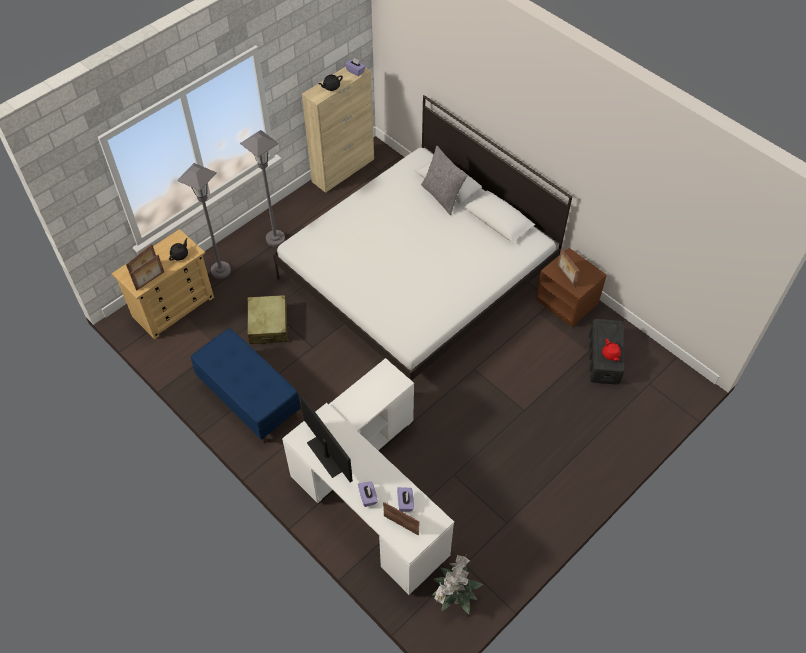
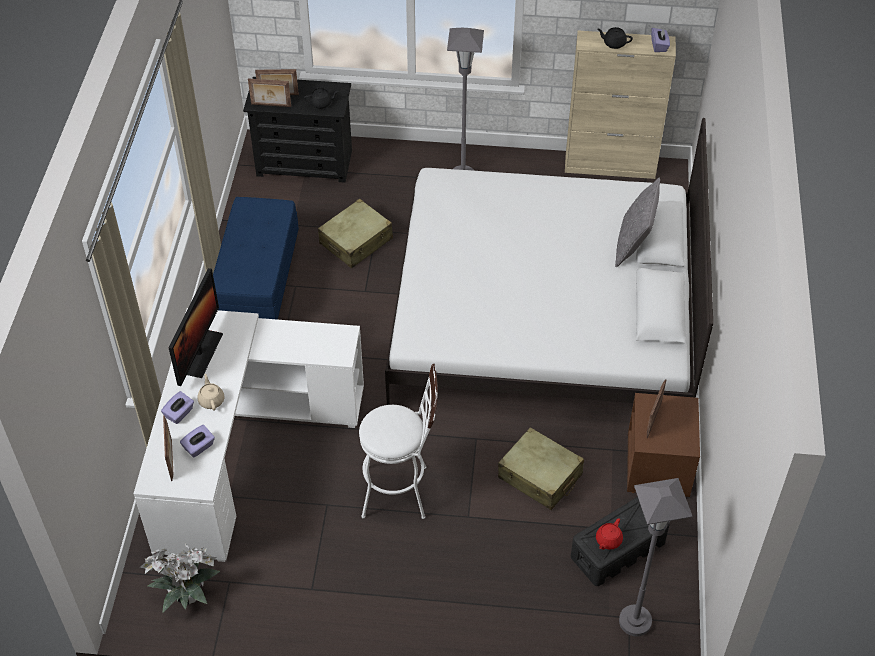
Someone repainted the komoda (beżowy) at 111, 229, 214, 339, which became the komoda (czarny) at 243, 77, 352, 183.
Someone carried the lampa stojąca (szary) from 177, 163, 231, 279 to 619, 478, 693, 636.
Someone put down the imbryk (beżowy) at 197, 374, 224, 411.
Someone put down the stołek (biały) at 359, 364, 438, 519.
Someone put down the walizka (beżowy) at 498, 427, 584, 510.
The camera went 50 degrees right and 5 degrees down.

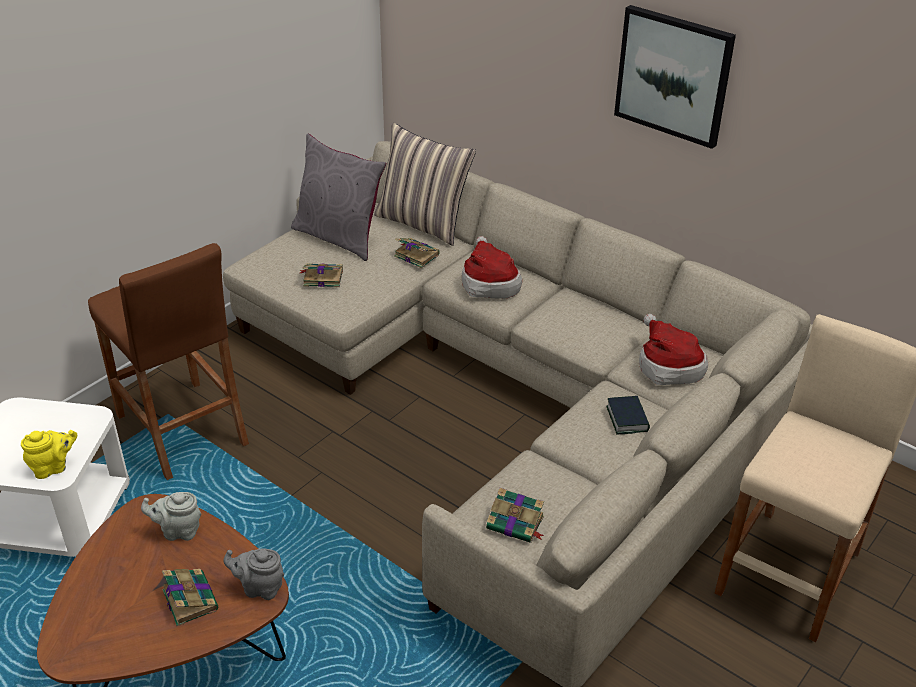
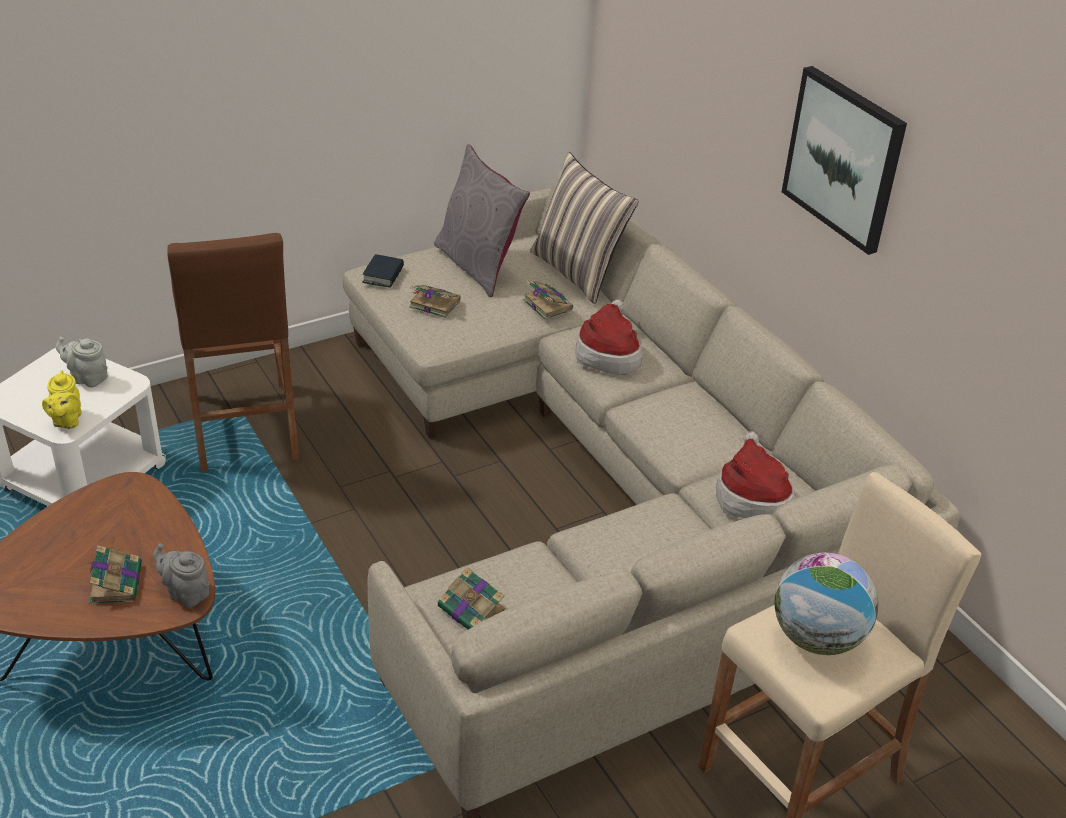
Someone rotated the imbryk (żółty) at 21, 430, 77, 479 by 90 degrees clockwise.
Someone carried the imbryk (szary) from 141, 492, 201, 541 to 56, 337, 108, 388.
Someone carried the książka from 606, 396, 650, 434 to 362, 254, 404, 288.
Someone put down the globus at 774, 553, 878, 655.
The camera went 20 degrees right and 0 degrees up.

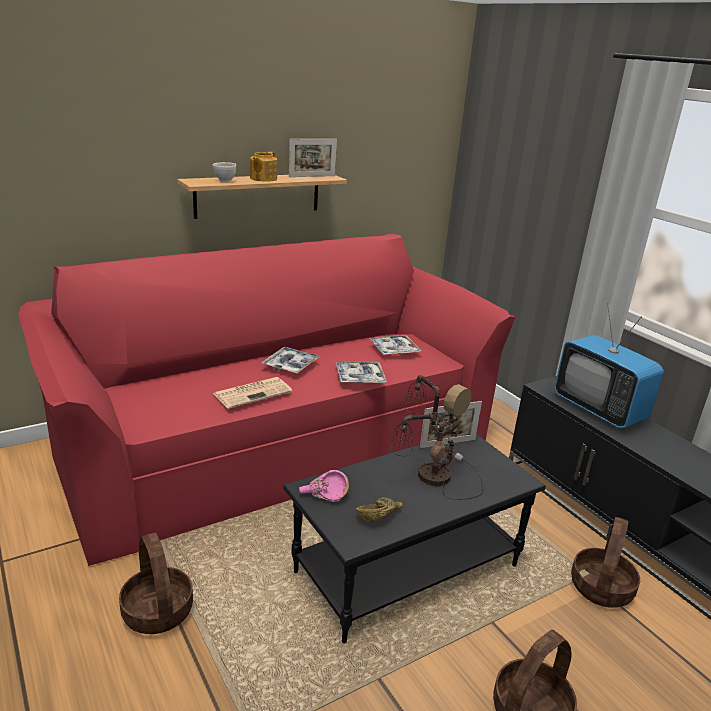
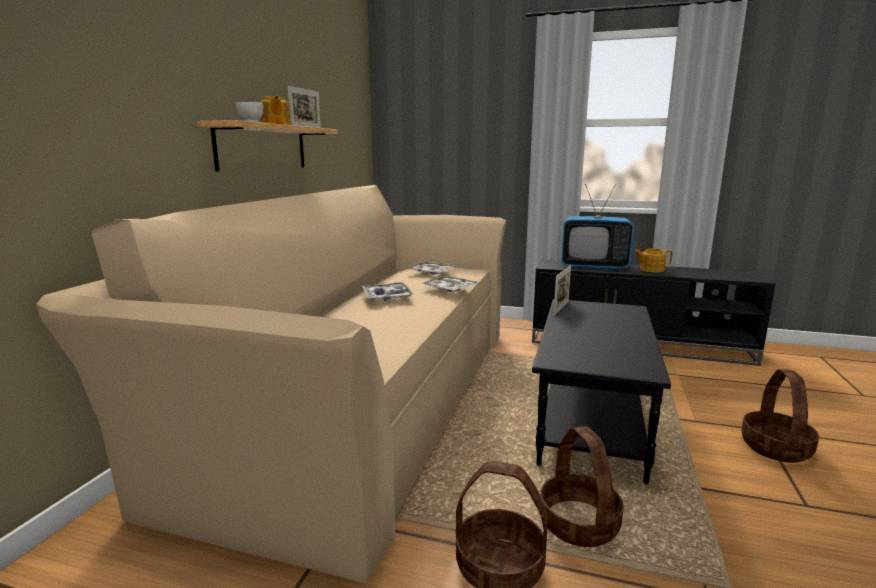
Someone repainted the kanapa (czerwony) at 18, 233, 515, 566, which became the kanapa (beżowy) at 36, 185, 506, 584.
Someone took away the gazeta at 213, 377, 292, 409.
Someone took away the miska (różowy) at 299, 470, 349, 502.
Someone took away the miska (brązowy) at 356, 497, 403, 522.
Someone took away the lampa stołowa at 390, 375, 483, 500.
Someone carried the koszyk from 571, 517, 640, 608 to 540, 426, 624, 547.
Someone put down the imbryk at 634, 248, 673, 273.
The camera went 40 degrees left and 10 degrees down.

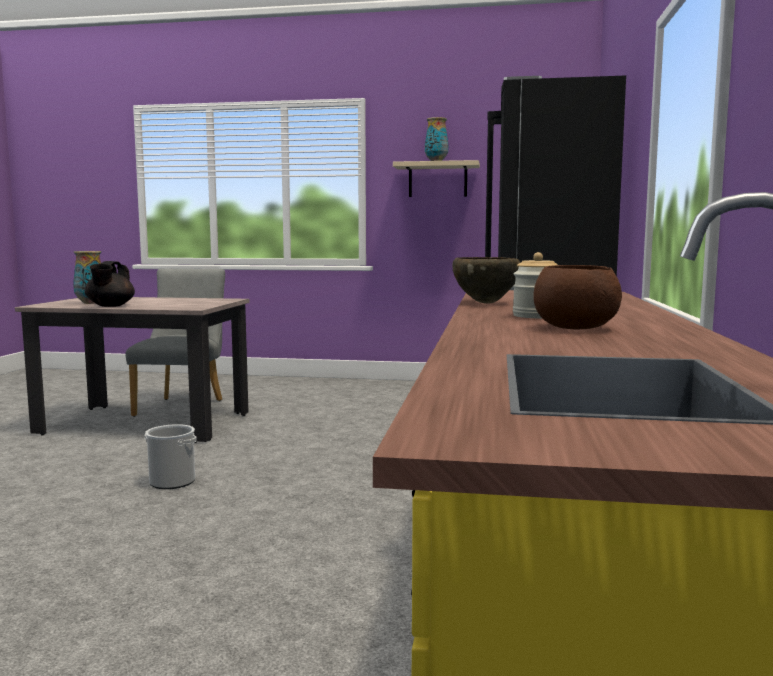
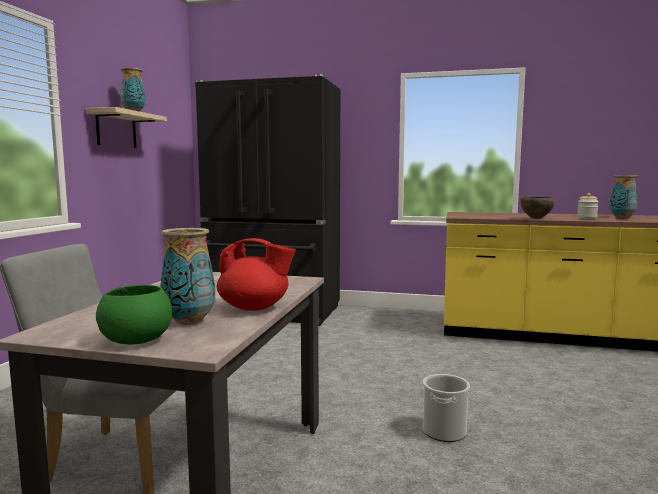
Someone repainted the imbryk (czarny) at 85, 261, 135, 307, which became the imbryk (czerwony) at 217, 238, 296, 311.
Someone swapped the miska (brązowy) at 533, 265, 622, 330 for the wazon at 609, 175, 638, 218.
Someone put down the miska (zielony) at 96, 285, 172, 344.
The camera went 85 degrees left and 0 degrees up.

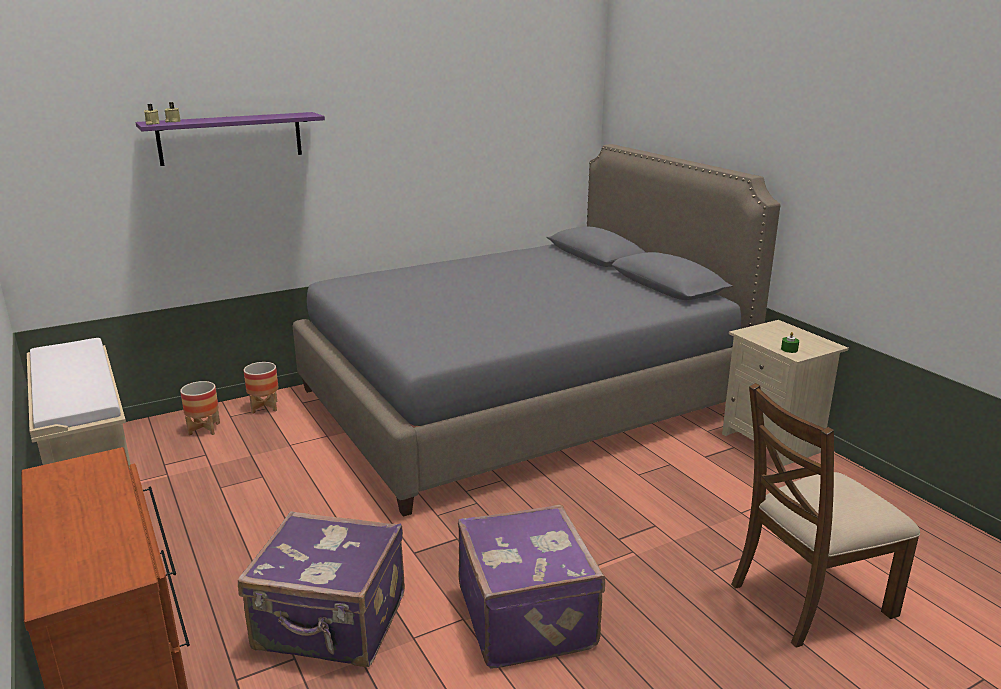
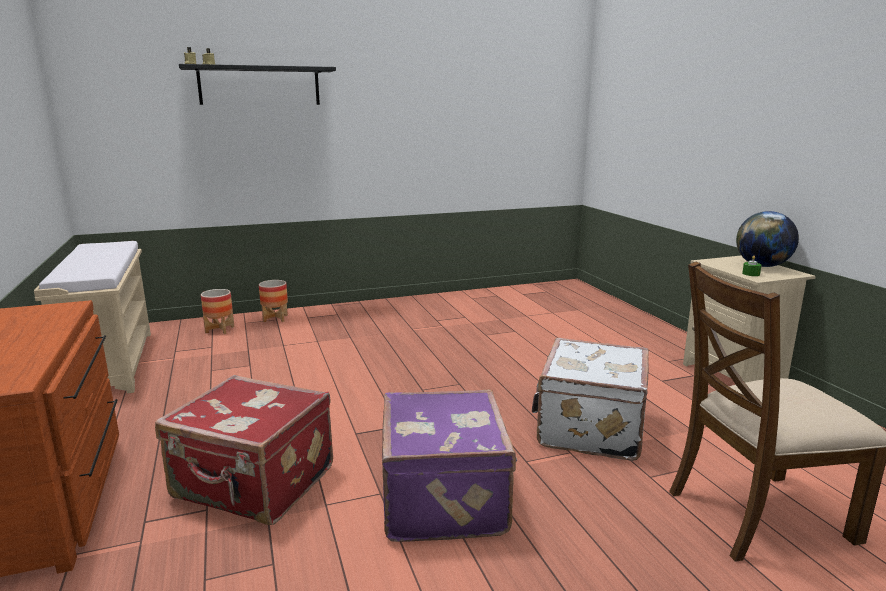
Someone repainted the półka (fioletowy) at 135, 112, 325, 166, which became the półka (czarny) at 179, 64, 336, 105.
Someone repainted the walizka (fioletowy) at 238, 511, 405, 667, which became the walizka (czerwony) at 155, 375, 333, 525.
Someone took away the łóżko (szary) at 293, 144, 780, 517.
Someone put down the walizka (biały) at 532, 338, 649, 461.
Someone put down the globus at 736, 211, 799, 267.
The camera went 10 degrees right and 5 degrees down.

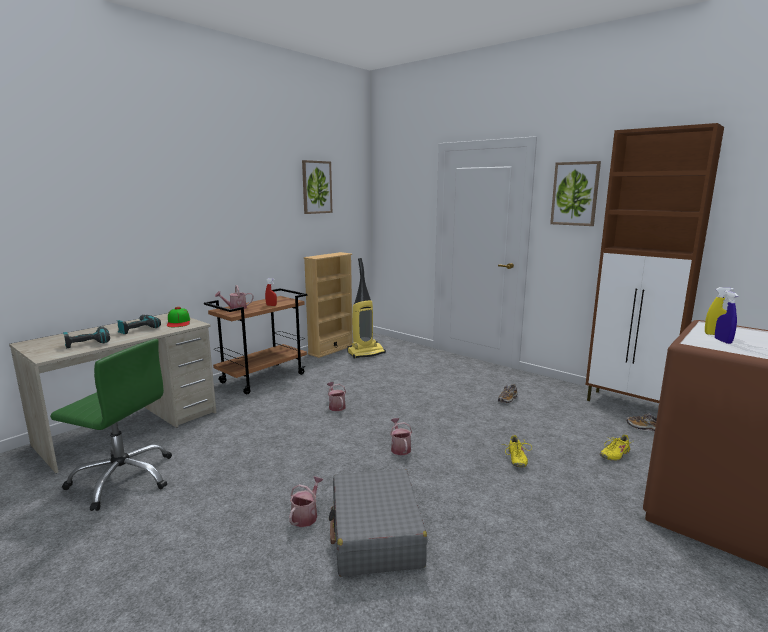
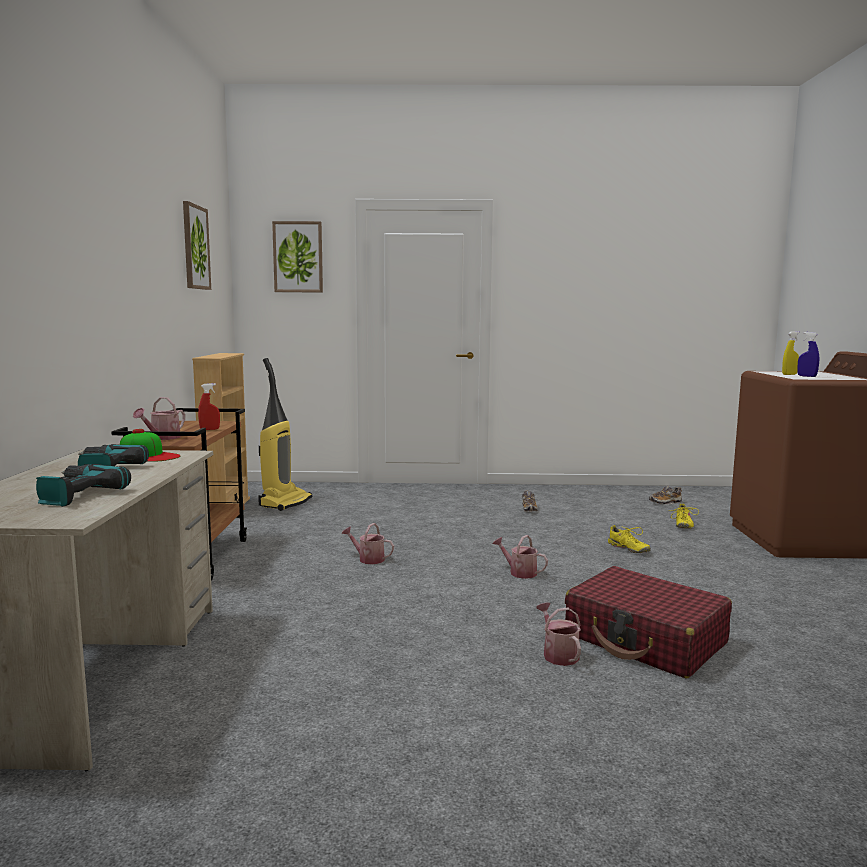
Someone took away the krzesło biurowe (zielony) at 50, 339, 172, 511.
Someone repainted the walizka (szary) at 329, 469, 428, 577, which became the walizka (czerwony) at 565, 566, 732, 679.
Someone carried the obraz from 550, 161, 601, 226 to 272, 221, 323, 293.
Someone took away the szafka (brązowy) at 586, 123, 724, 403.
The camera went 40 degrees left and 5 degrees down.

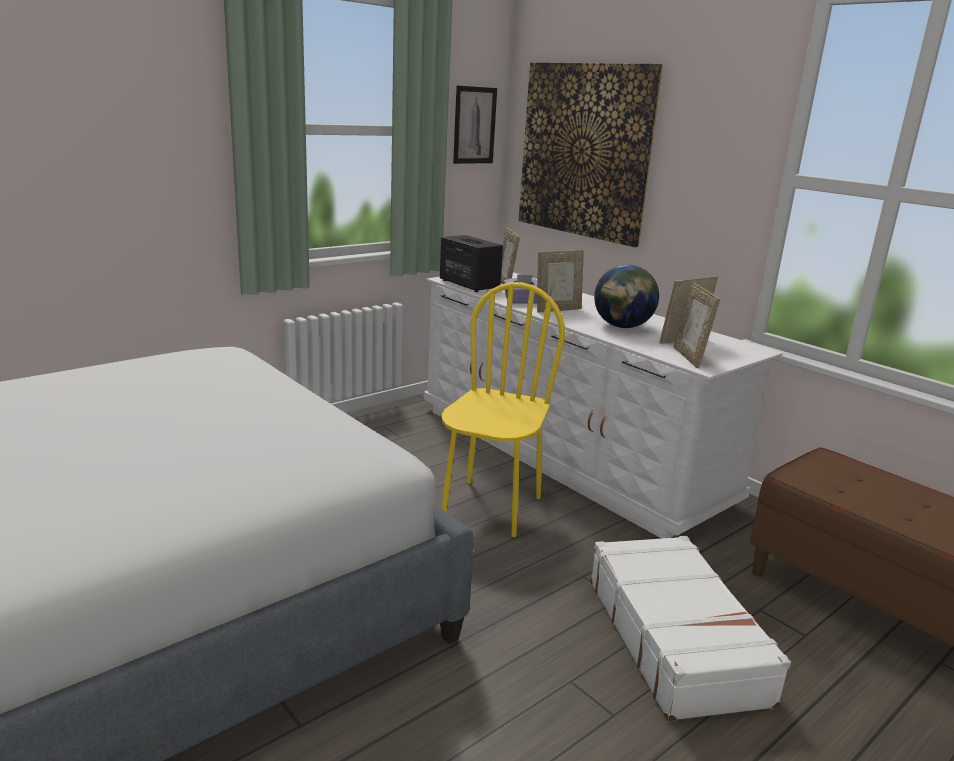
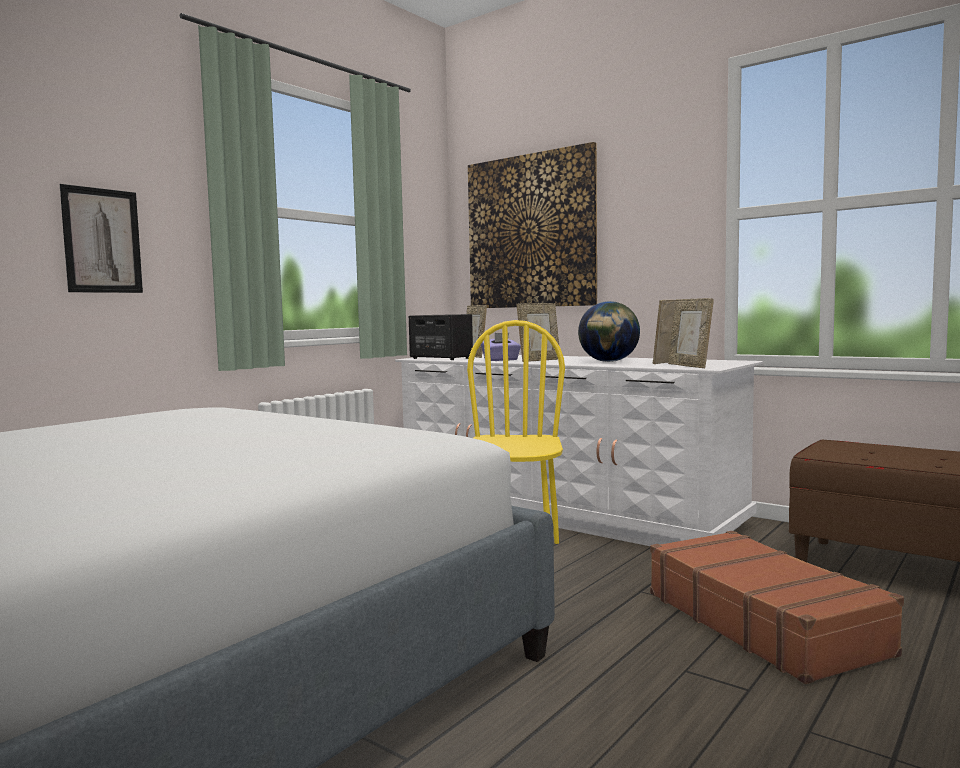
Someone carried the obraz from 453, 85, 497, 164 to 60, 184, 143, 293.
Someone repainted the walizka (biały) at 590, 536, 791, 721, which became the walizka (brązowy) at 650, 531, 904, 684.
The camera went 10 degrees left and 15 degrees down.

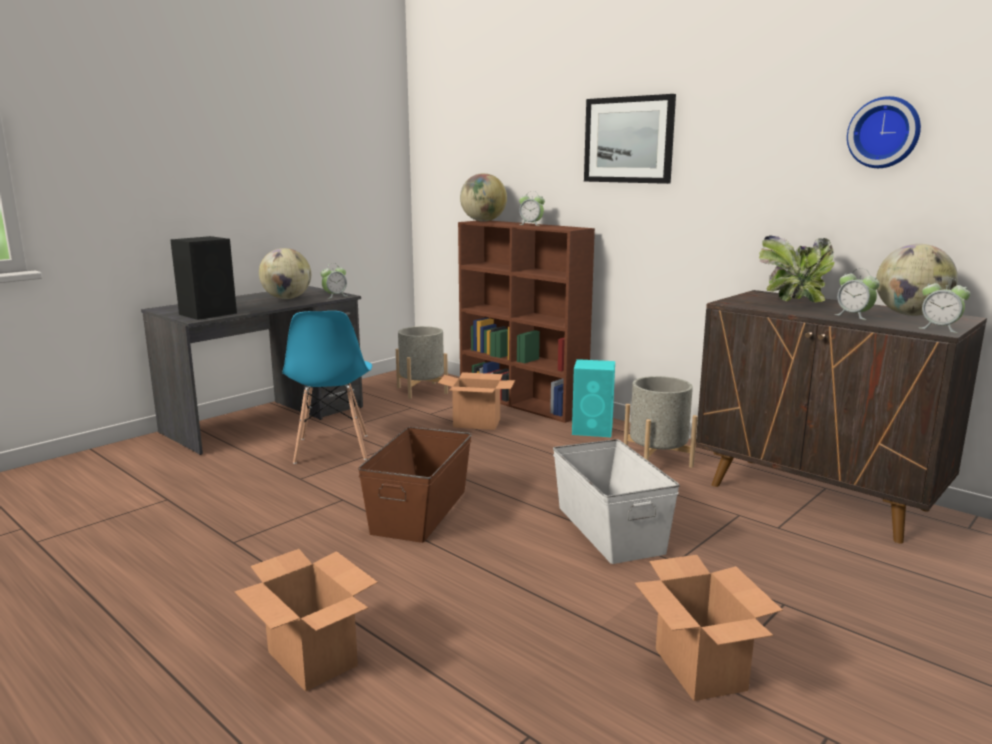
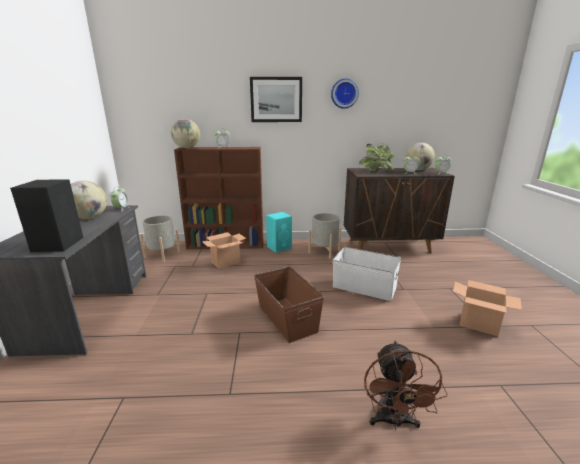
Someone swapped the karton at 234, 549, 378, 692 for the wentylator (brązowy) at 364, 341, 448, 430.
Someone took away the krzesło (niebieski) at 282, 311, 372, 464.
Someone carried the zegar ścienny from 847, 96, 921, 168 to 331, 78, 359, 109.
The camera went 45 degrees left and 5 degrees up.

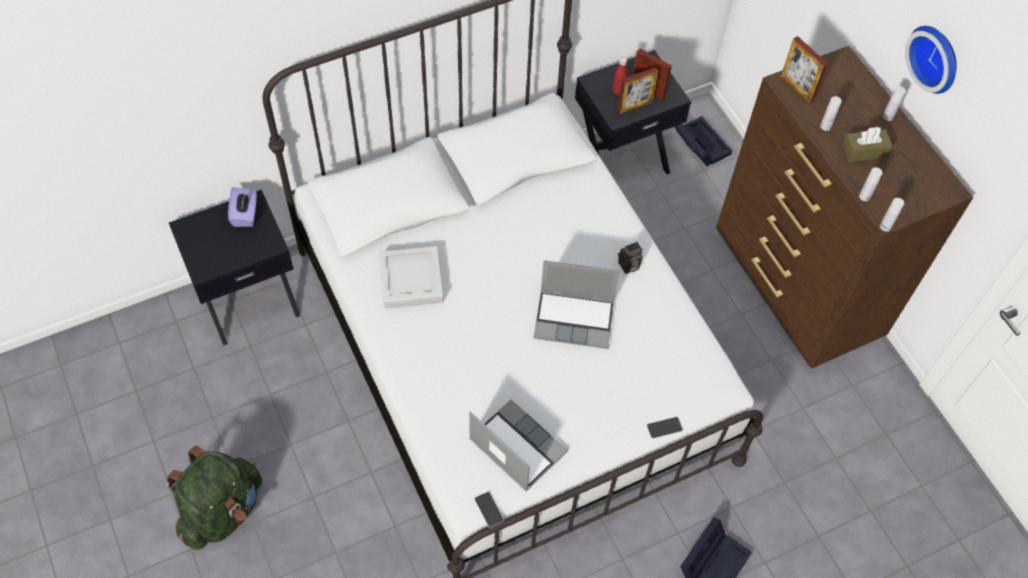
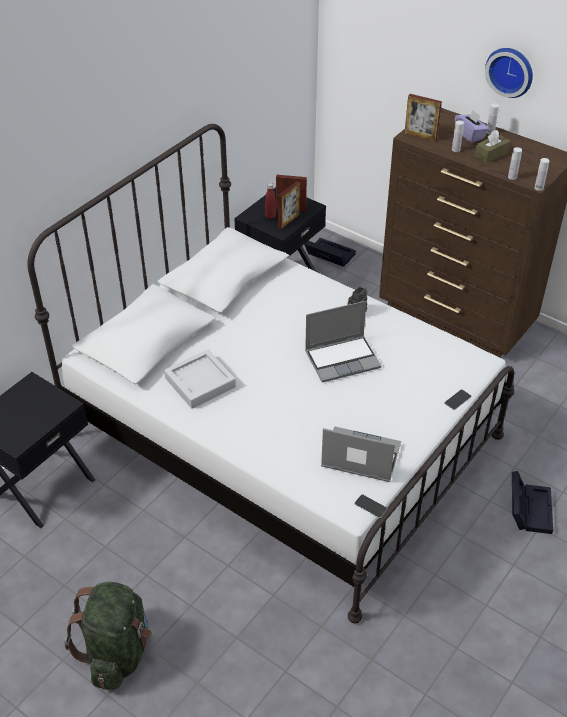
Someone carried the pudełko chusteczek (fioletowy) from 228, 187, 257, 227 to 455, 109, 489, 143.
The camera went 25 degrees left and 15 degrees down.

